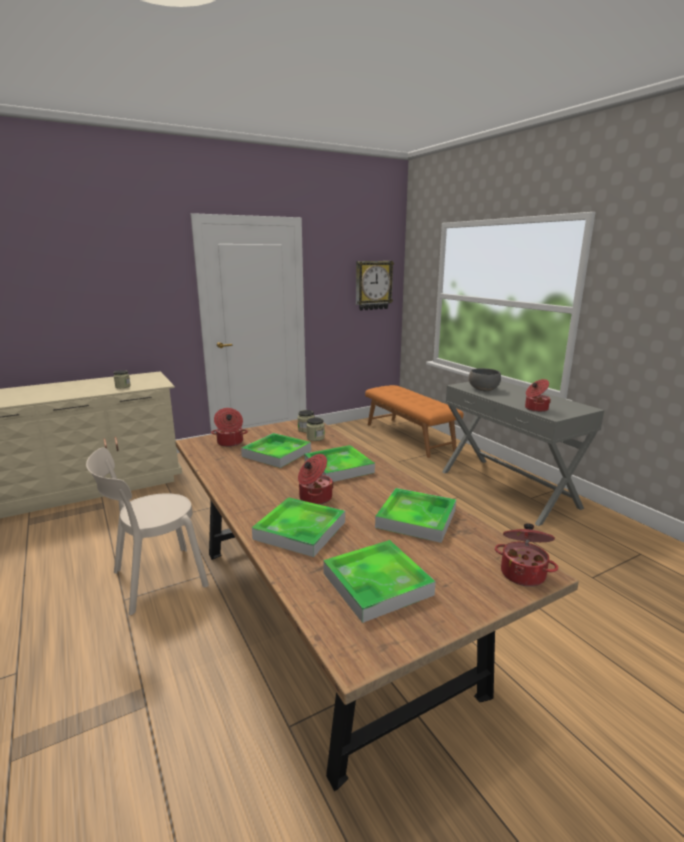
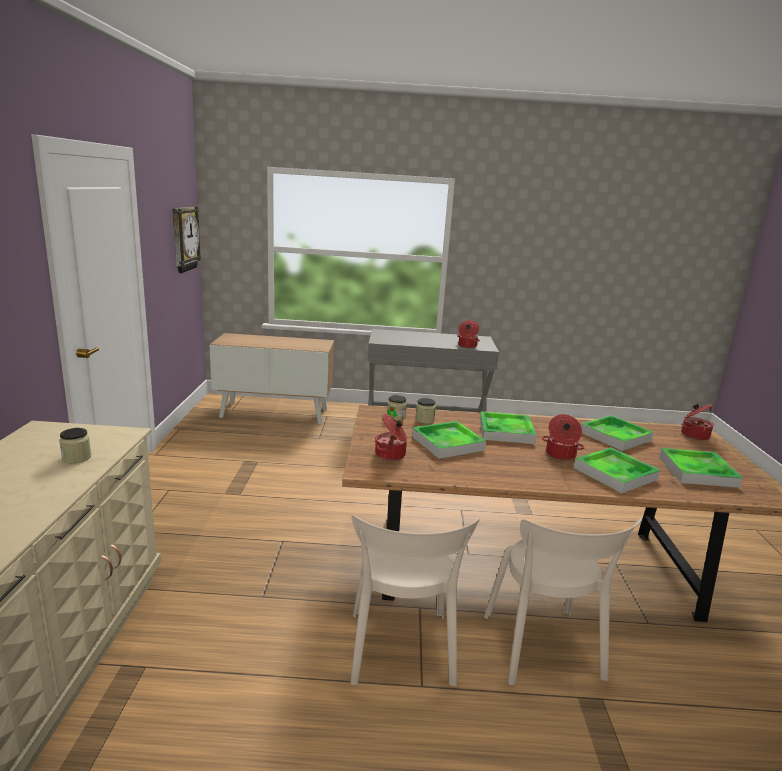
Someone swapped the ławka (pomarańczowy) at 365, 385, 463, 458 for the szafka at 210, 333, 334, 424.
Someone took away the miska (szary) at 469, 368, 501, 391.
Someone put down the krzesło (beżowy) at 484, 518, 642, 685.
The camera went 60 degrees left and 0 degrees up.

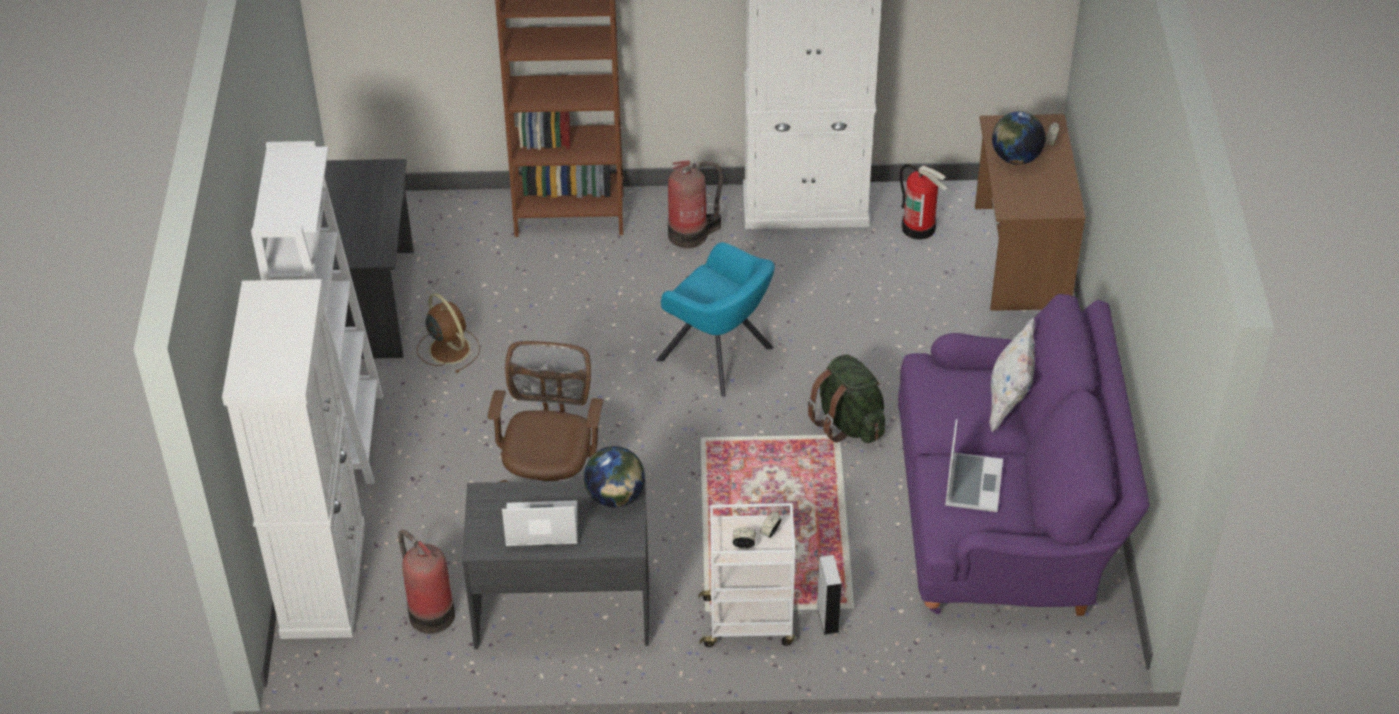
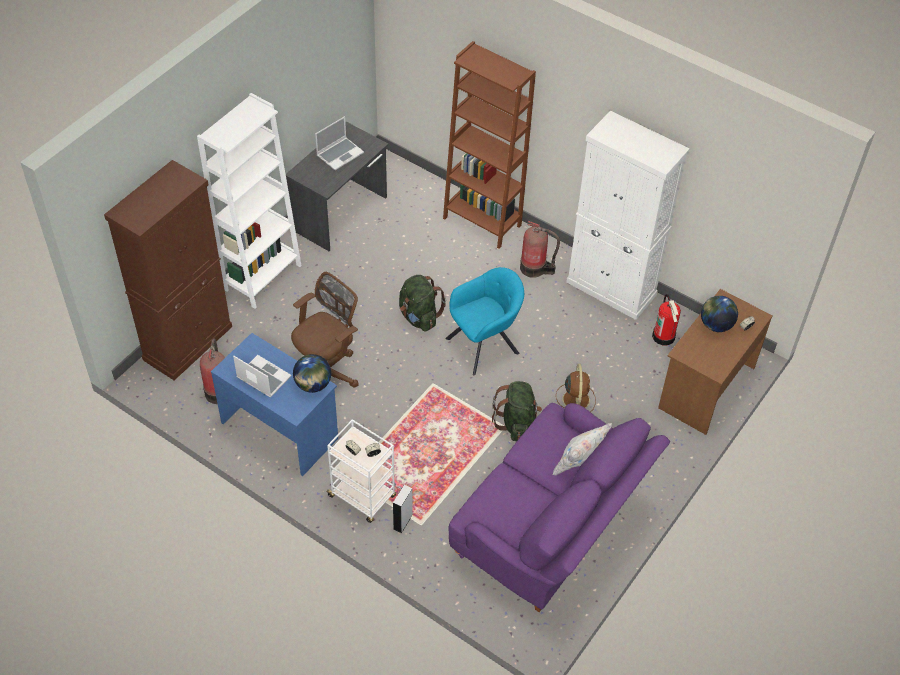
Someone repainted the szafka (biały) at 222, 279, 365, 639, which became the szafka (brązowy) at 104, 160, 232, 380.
Someone carried the wentylator (brązowy) from 417, 293, 480, 373 to 556, 364, 596, 412.
Someone repainted the biurko (szary) at 462, 479, 649, 649, which became the biurko (niebieski) at 211, 333, 338, 476.
Someone rotated the fotel (turkusowy) at 657, 242, 775, 397 by 105 degrees counterclockwise.
Someone carried the laptop from 945, 419, 1003, 512 to 315, 116, 364, 170.
Someone put down the plecak (zielony) at 399, 275, 446, 331.
The camera went 35 degrees right and 5 degrees up.

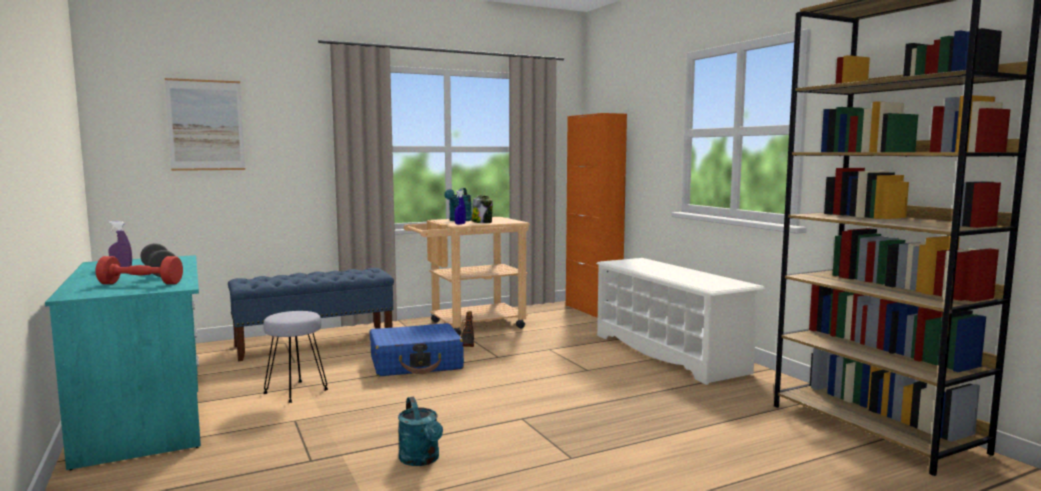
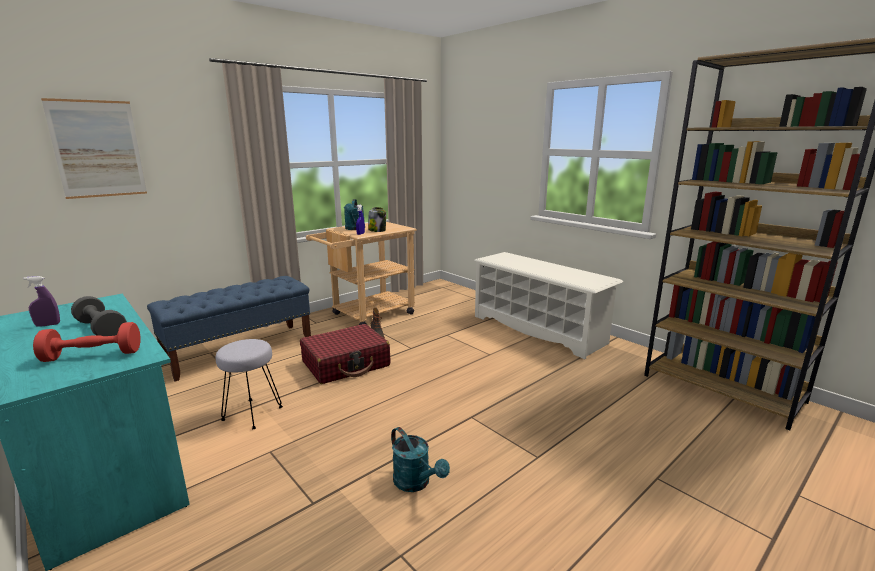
Someone repainted the walizka (niebieski) at 370, 323, 464, 376, which became the walizka (czerwony) at 300, 324, 390, 384.
Someone took away the szafka (pomarańczowy) at 566, 113, 627, 318.
The camera went 15 degrees left and 10 degrees up.

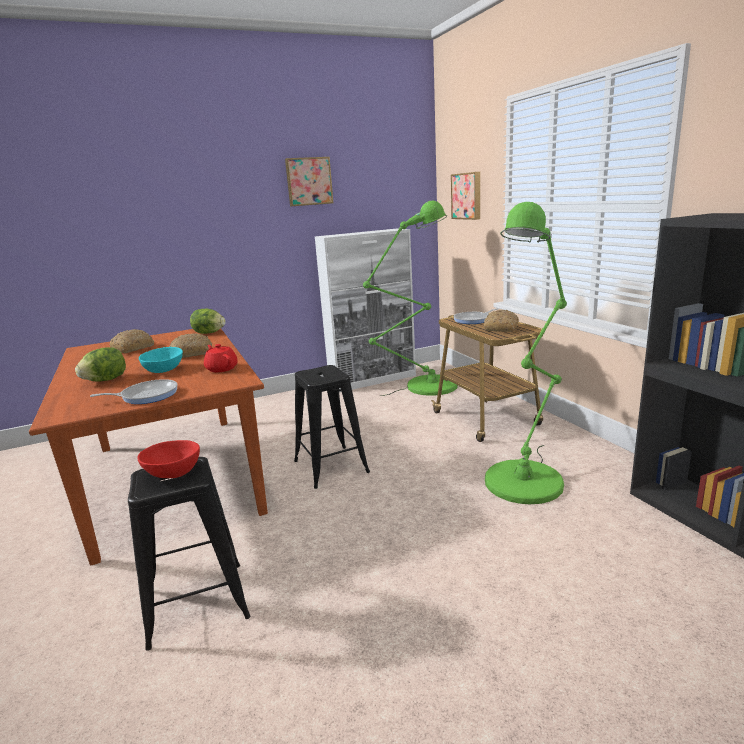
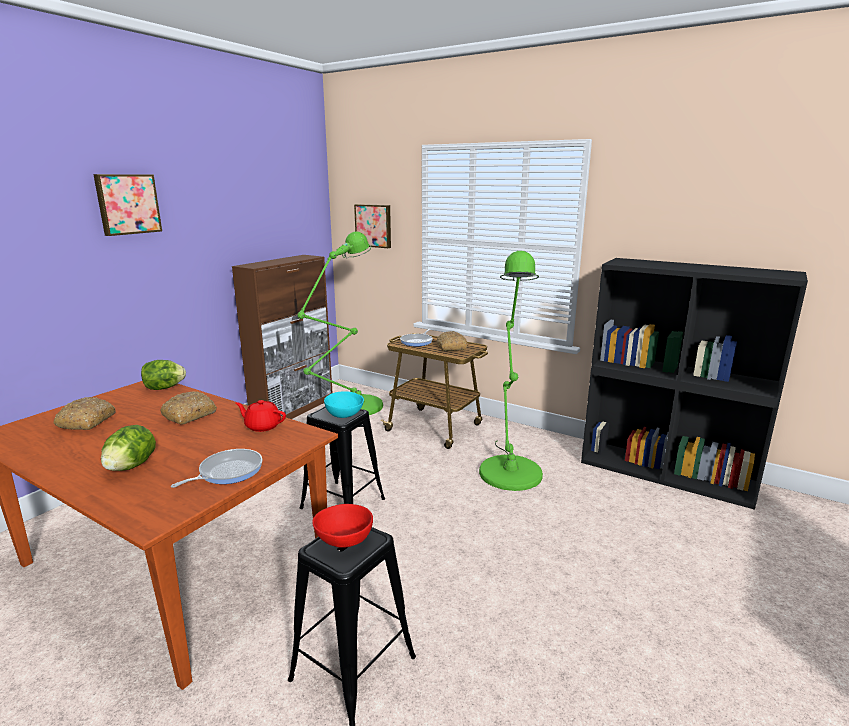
Someone carried the miska (turkusowy) from 139, 347, 183, 373 to 324, 391, 364, 418.
Someone carried the obraz from 285, 157, 333, 206 to 93, 174, 162, 236.
Someone repainted the szafka (biały) at 315, 228, 416, 392, which became the szafka (brązowy) at 232, 255, 332, 419.
The camera went 35 degrees left and 0 degrees up.

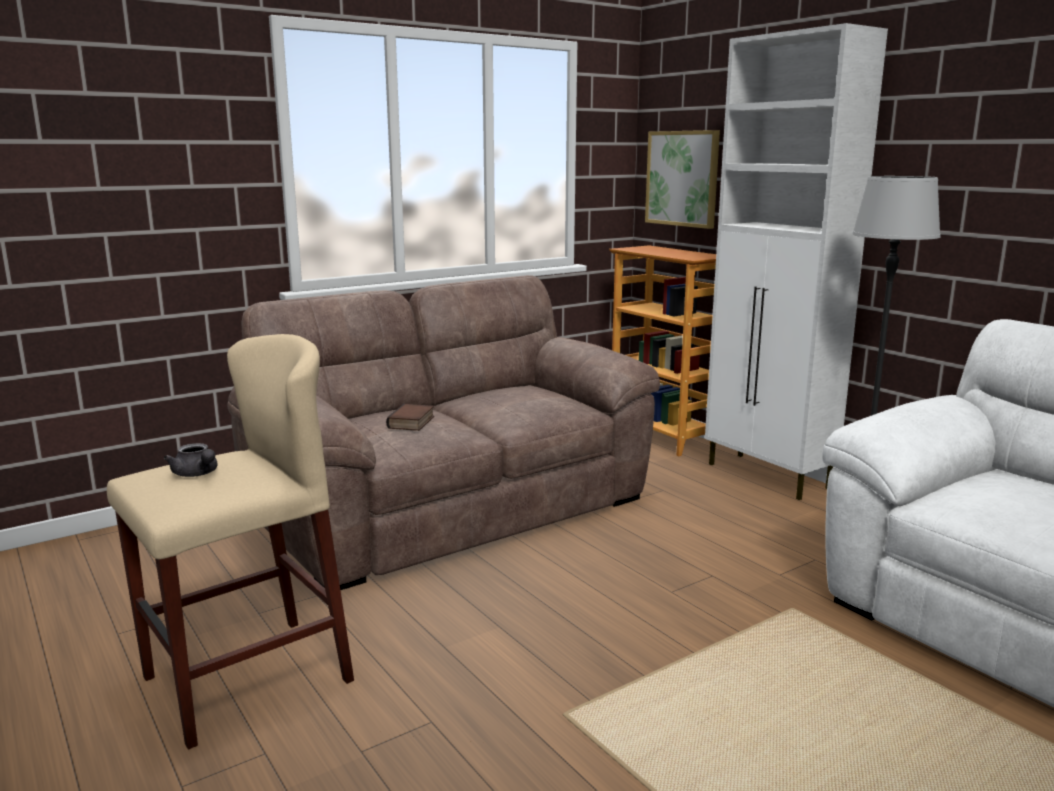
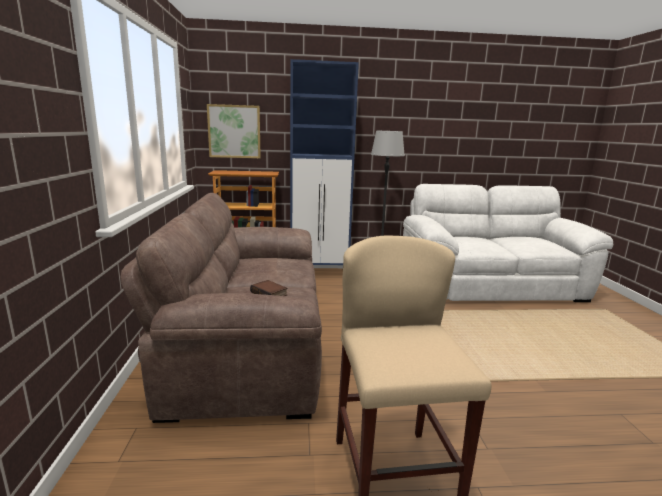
Someone took away the imbryk (szary) at 164, 443, 217, 477.
Someone repainted the szafka (biały) at 705, 23, 888, 500, which became the szafka (niebieski) at 290, 59, 359, 265.
The camera went 60 degrees left and 0 degrees up.

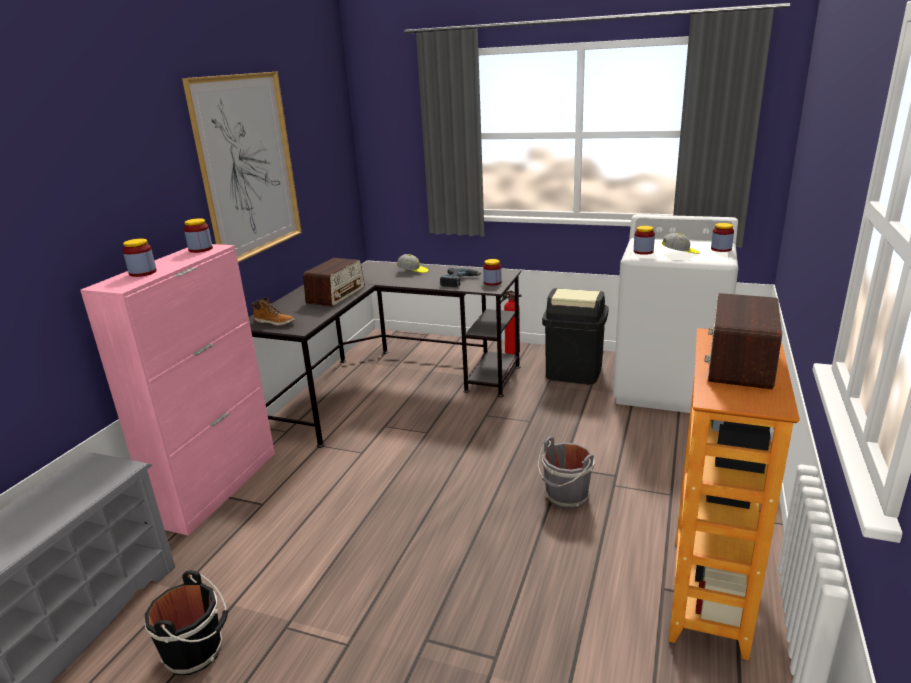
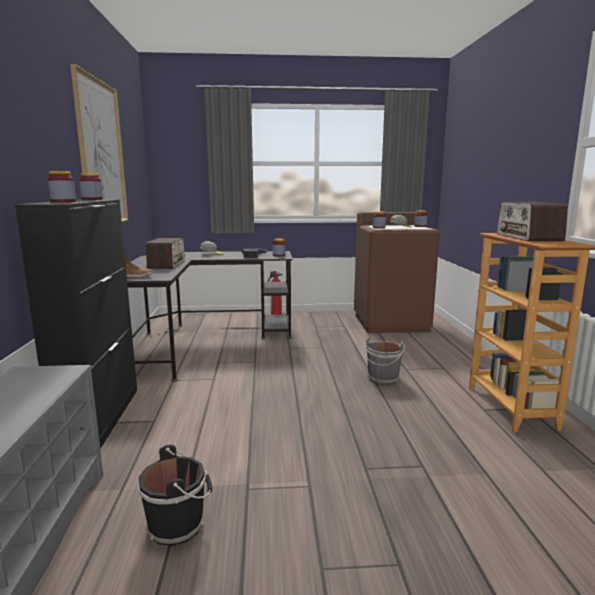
Someone repainted the szafka (różowy) at 80, 244, 275, 536, which became the szafka (czarny) at 15, 200, 137, 449.
Someone took away the kosz na śmieci (czarny) at 542, 288, 609, 384.
Someone repainted the pralka (biały) at 613, 214, 738, 413, which became the pralka (brązowy) at 354, 212, 440, 333.
The camera went 25 degrees left and 10 degrees down.

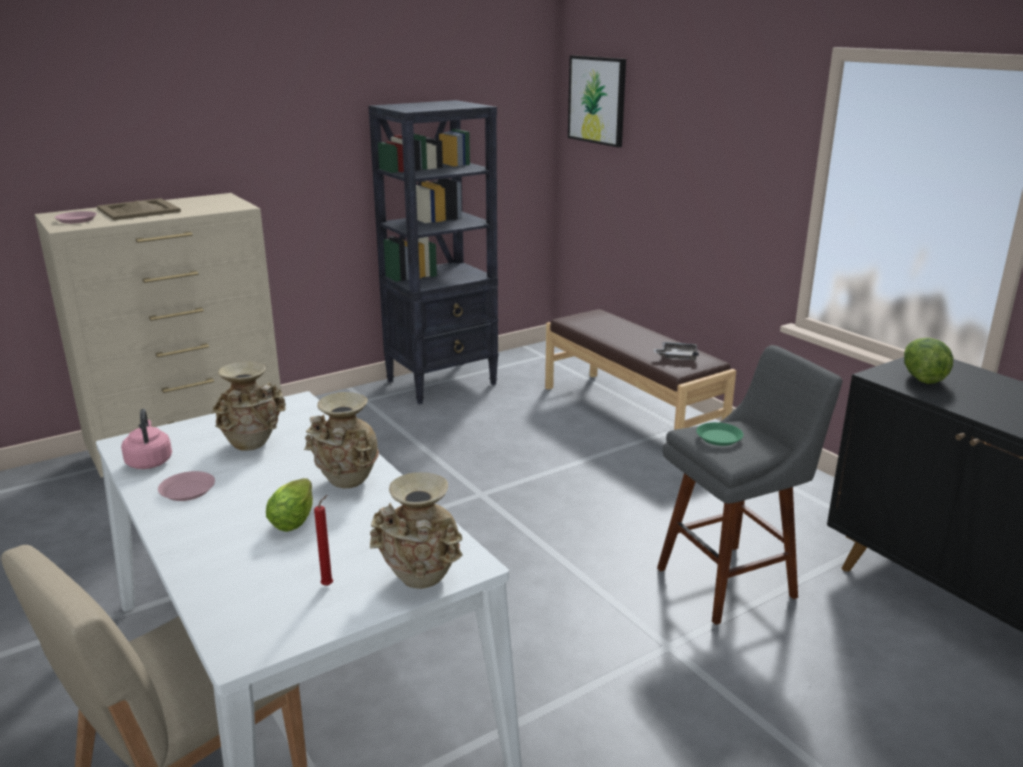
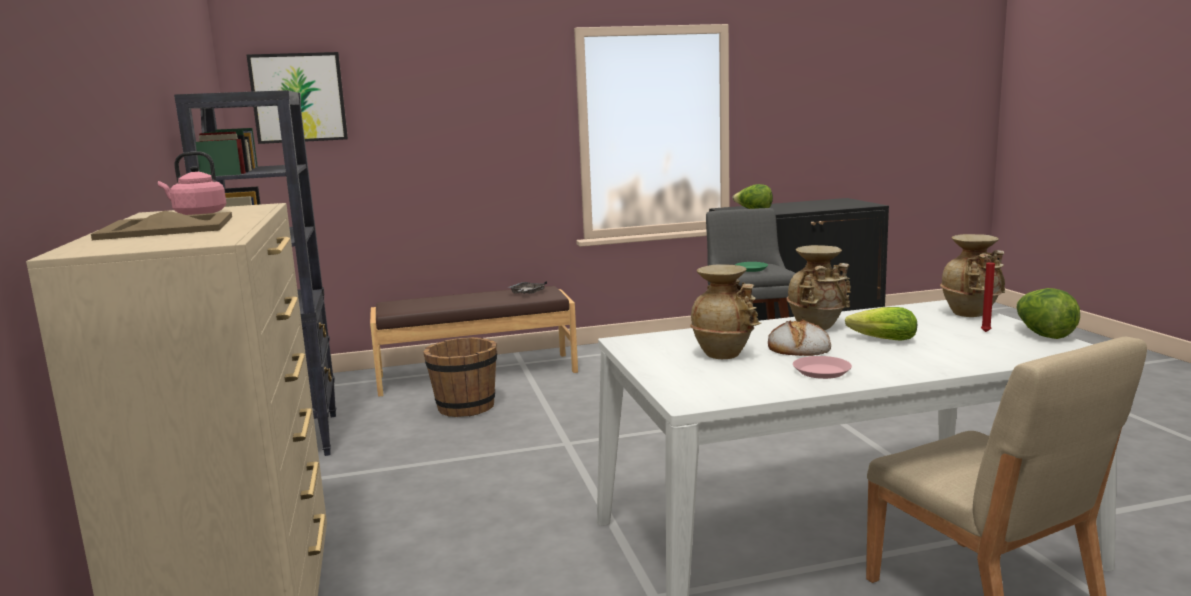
Someone took away the talerz (różowy) at 55, 211, 97, 224.
Someone carried the czajnik (różowy) from 121, 409, 172, 469 to 158, 151, 226, 215.
Someone put down the wiadro (brązowy) at 423, 337, 497, 417.
Someone put down the chleb at 768, 319, 831, 356.
Someone put down the sałata at 1016, 288, 1080, 339.
The camera went 70 degrees left and 10 degrees down.

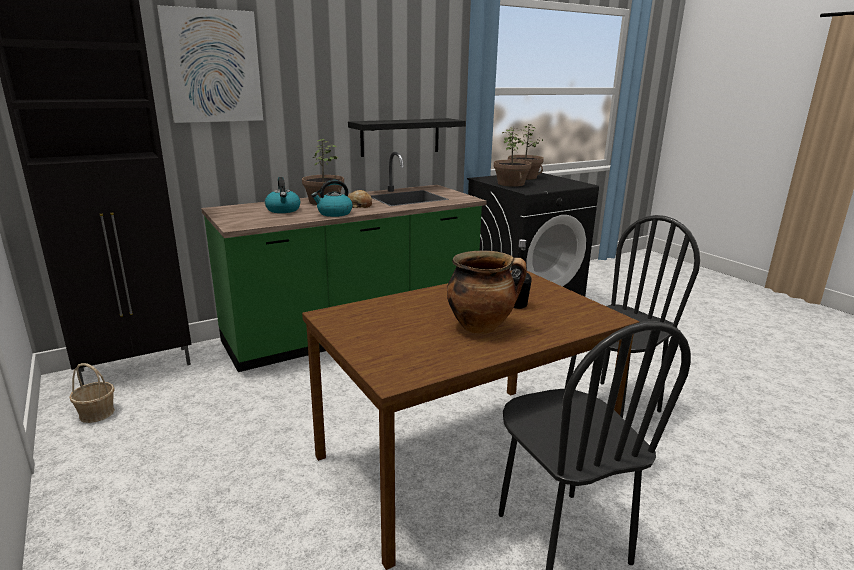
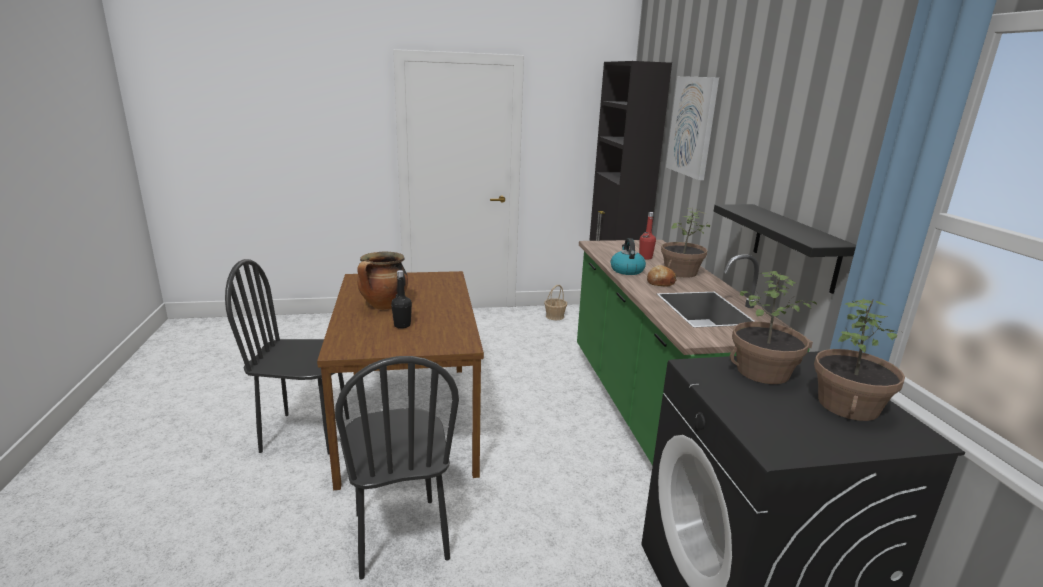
Someone swapped the czajnik at 265, 177, 300, 213 for the butelka (czerwony) at 639, 212, 656, 259.
The camera went 110 degrees right and 0 degrees up.

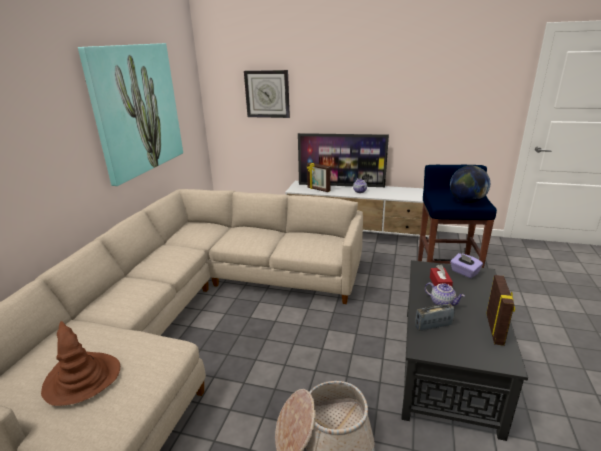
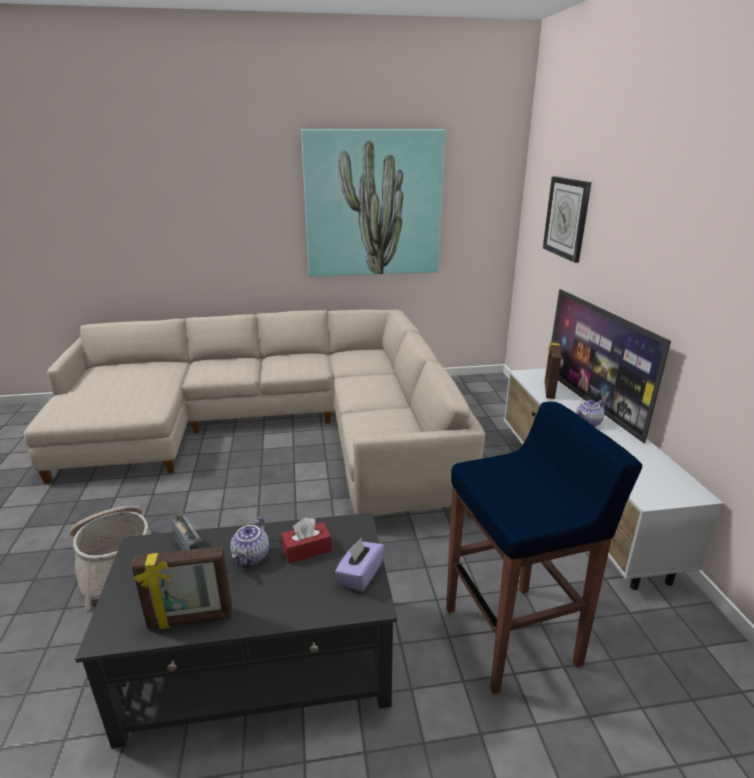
Someone took away the kapelusz (brązowy) at 41, 321, 120, 406.
Someone took away the globus at 450, 166, 490, 203.
The camera went 65 degrees right and 0 degrees up.

